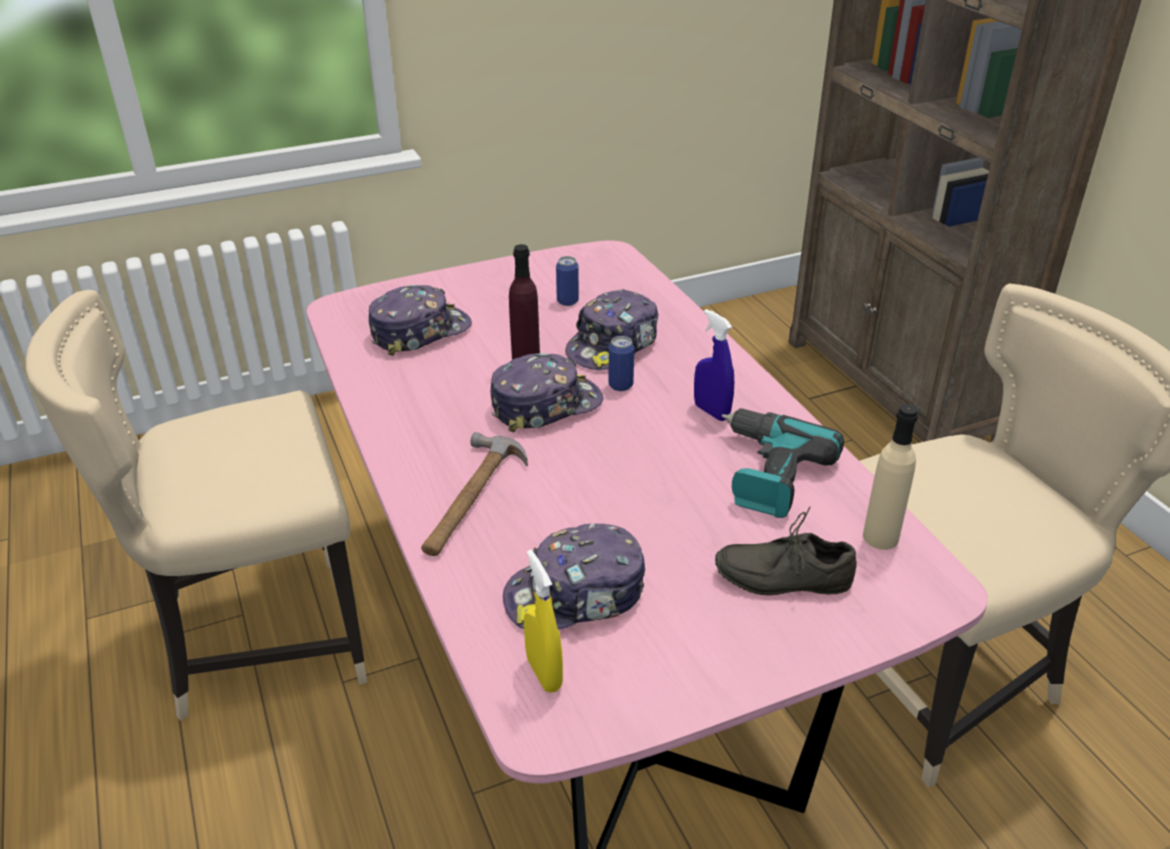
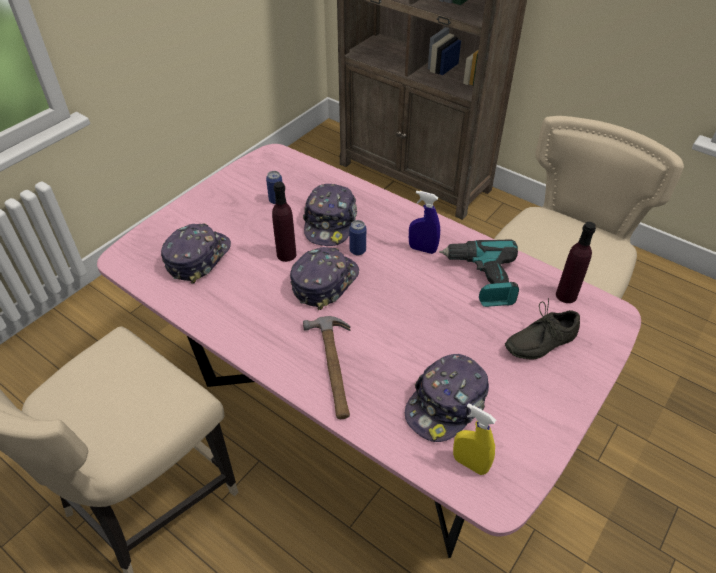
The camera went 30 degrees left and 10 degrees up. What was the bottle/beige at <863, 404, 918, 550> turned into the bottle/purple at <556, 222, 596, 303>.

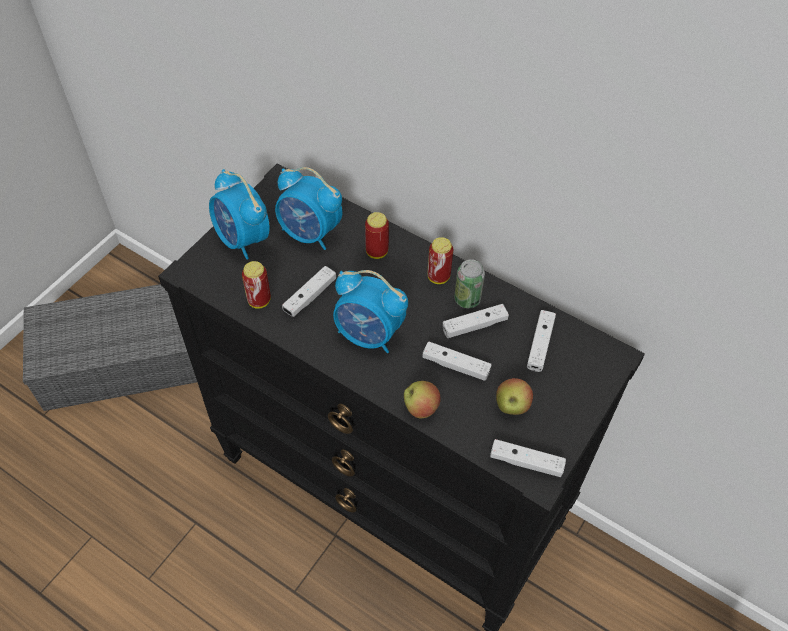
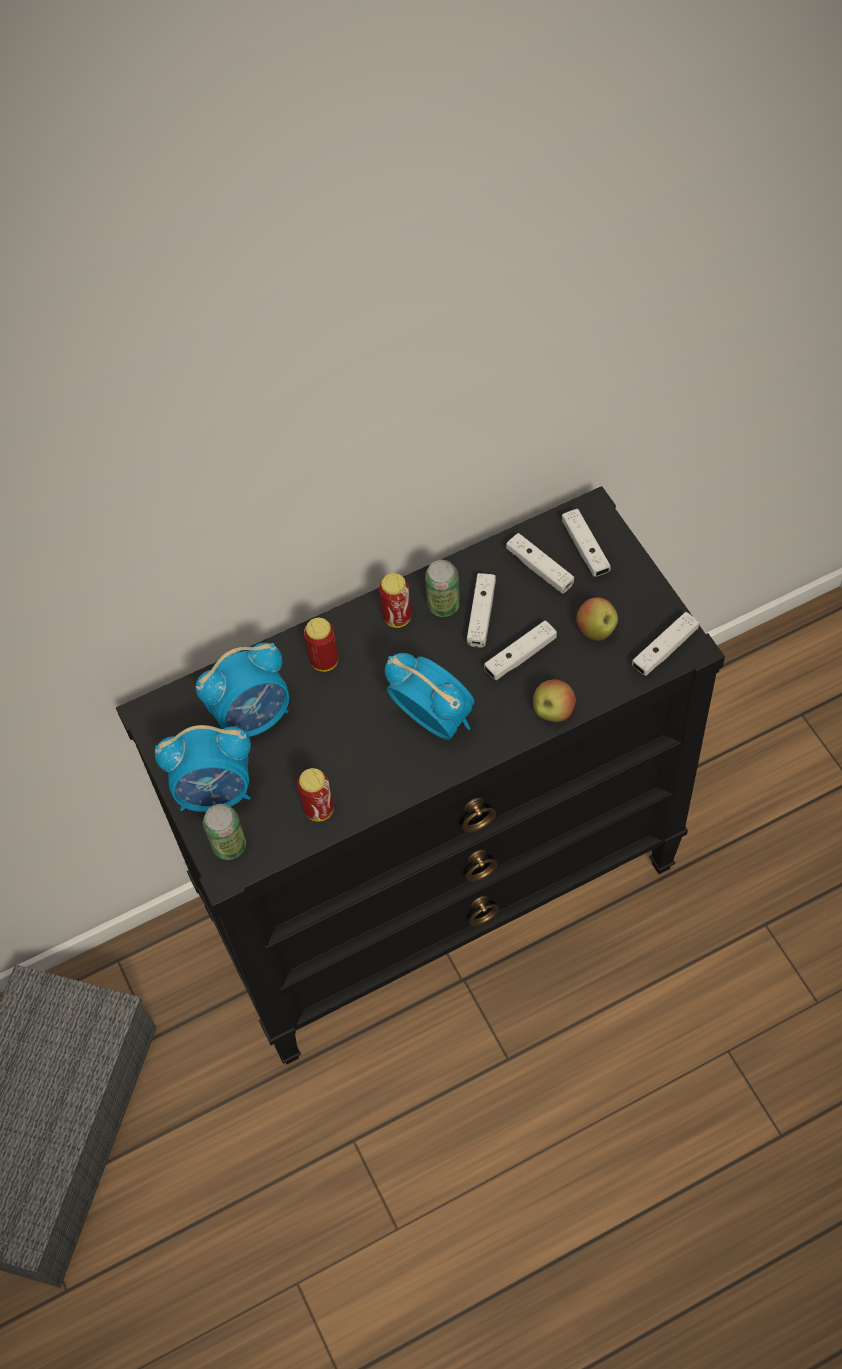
The camera went 55 degrees left and 5 degrees up. The game controller/white ended up elsewhere, having gone from <282, 266, 336, 317> to <562, 509, 611, 577>. The alarm clock at <333, 270, 408, 353> ended up facing another way, 105 degrees counterclockwise from before. The second view gained the can at <203, 804, 246, 860>.

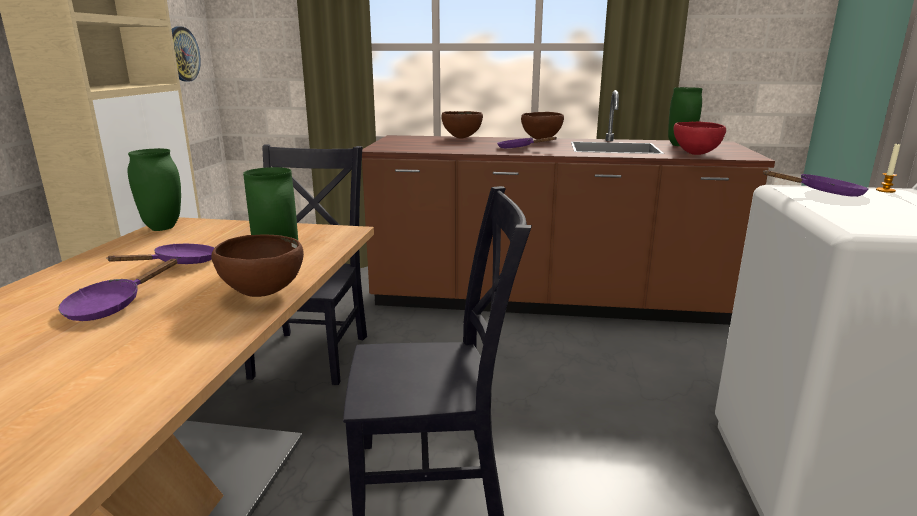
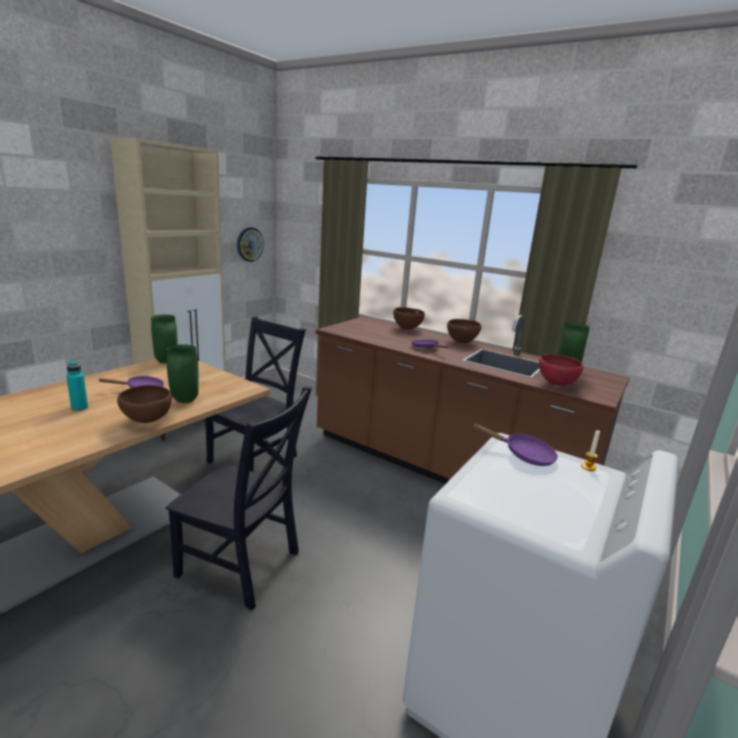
The camera went 25 degrees right and 0 degrees up. Where the frying pan/purple stood at <58, 259, 178, 321>, the bottle/turquoise came to stand at <66, 360, 88, 411>.

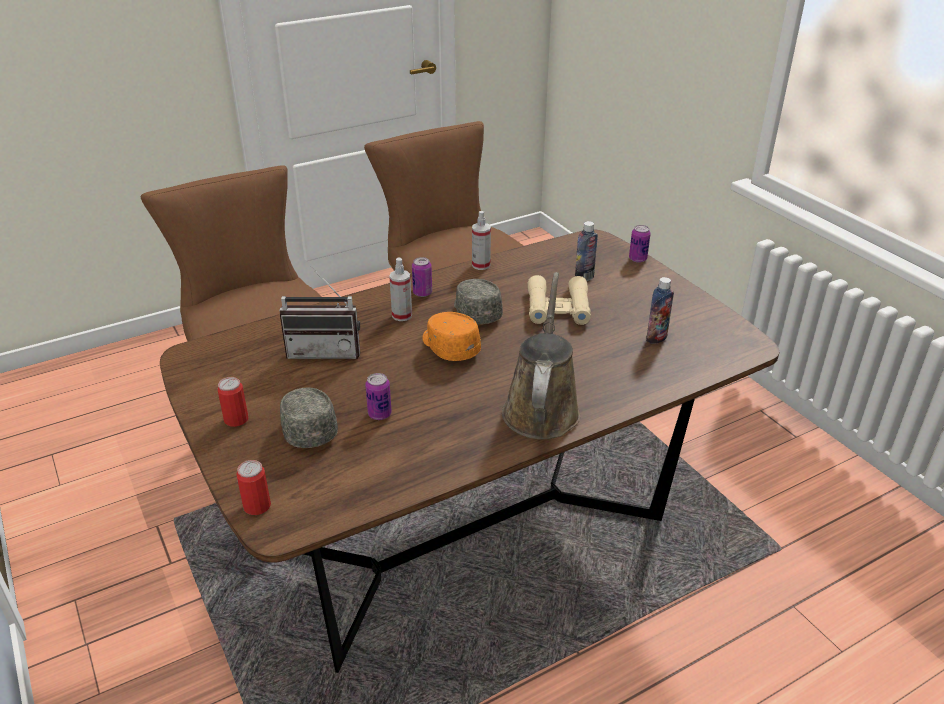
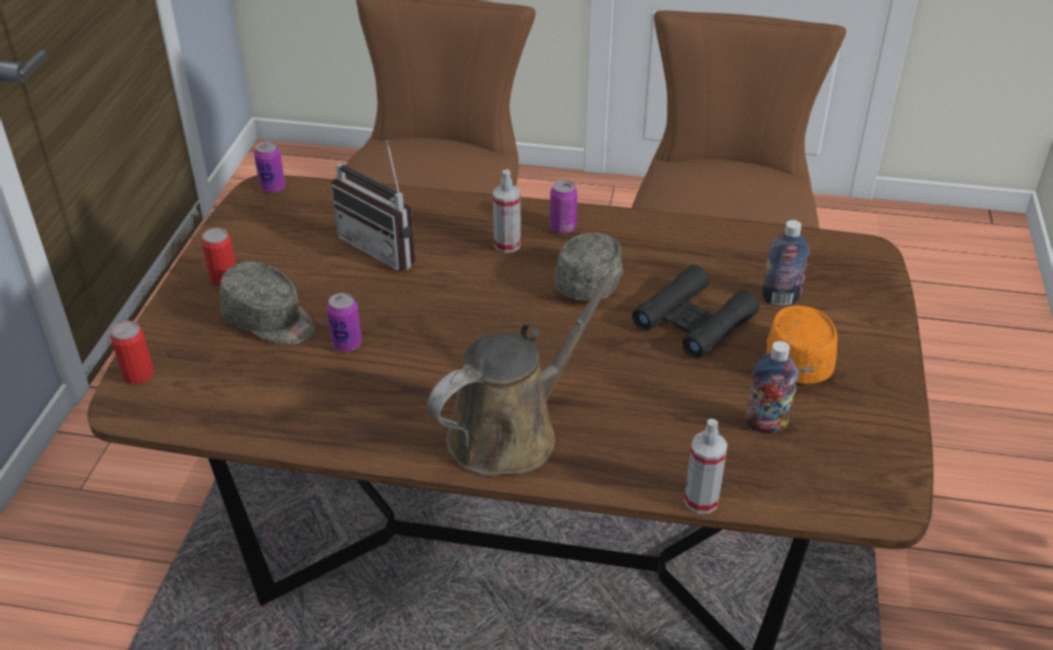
The camera went 40 degrees right and 5 degrees up. The cap/grey at <280, 388, 338, 448> ended up facing another way, 105 degrees clockwise from before. The cap/orange ended up elsewhere, having gone from <423, 312, 481, 361> to <766, 306, 838, 384>. The spray bottle ended up elsewhere, having gone from <472, 211, 491, 270> to <684, 419, 728, 514>. What was the binoculars/beige at <528, 275, 591, 325> turned into the binoculars/black at <632, 265, 760, 359>. The can ended up elsewhere, having gone from <629, 225, 651, 263> to <254, 141, 285, 193>.

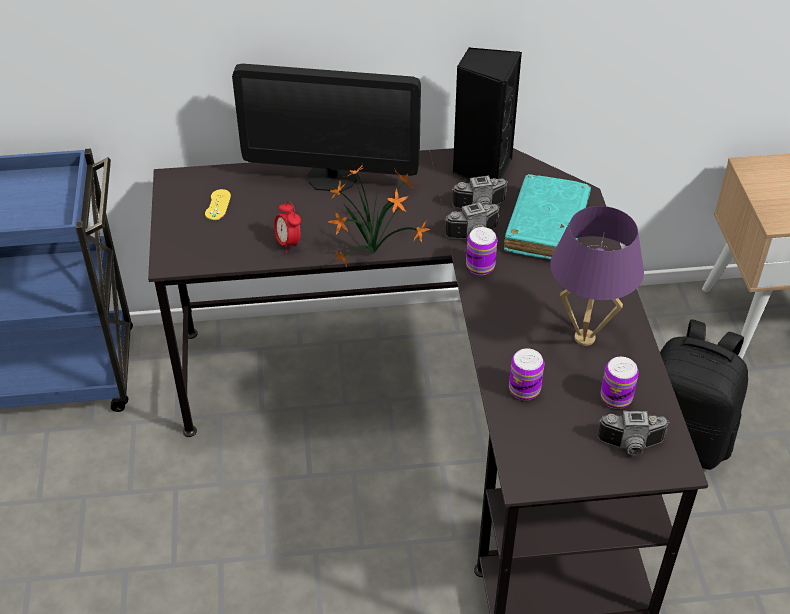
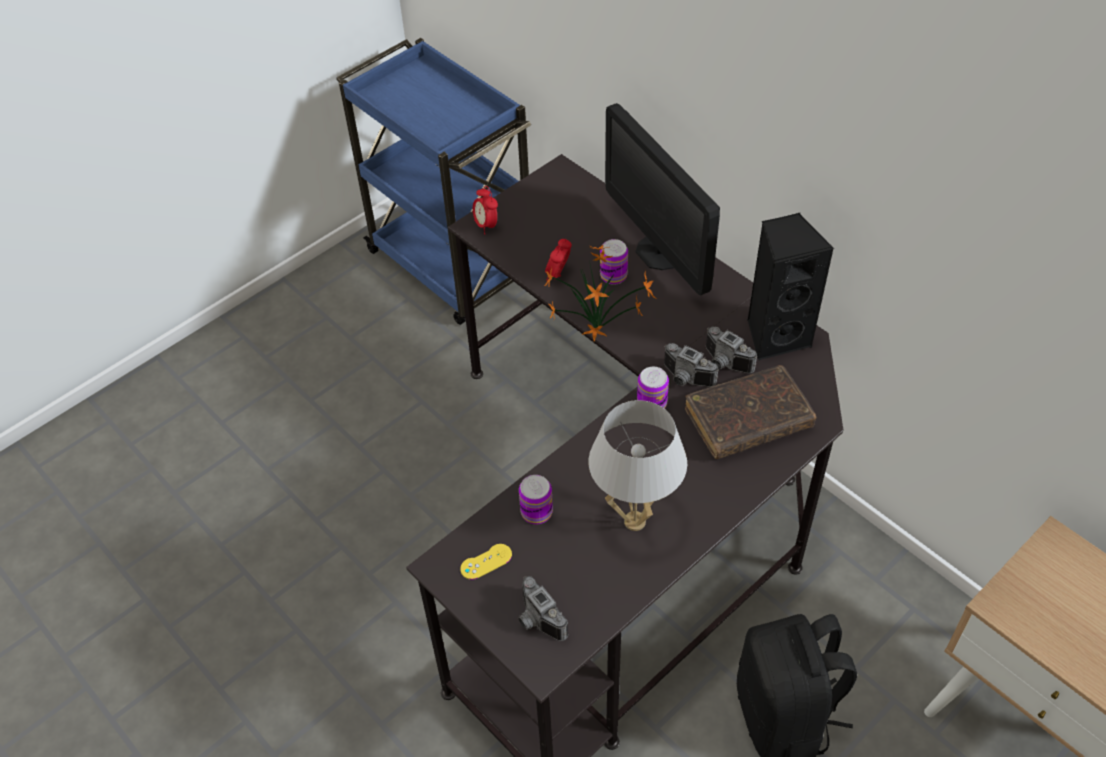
The camera went 55 degrees right and 5 degrees up. The game controller/yellow ended up elsewhere, having gone from <205, 189, 231, 220> to <460, 544, 512, 580>. What was the book/turquoise at <504, 174, 591, 259> turned into the book/brown at <685, 365, 816, 459>. What was the table lamp/purple at <550, 206, 644, 346> turned into the table lamp/white at <589, 400, 687, 531>. The can ended up elsewhere, having gone from <601, 357, 639, 409> to <600, 239, 628, 285>. The second view gained the alarm clock at <473, 186, 498, 235>.

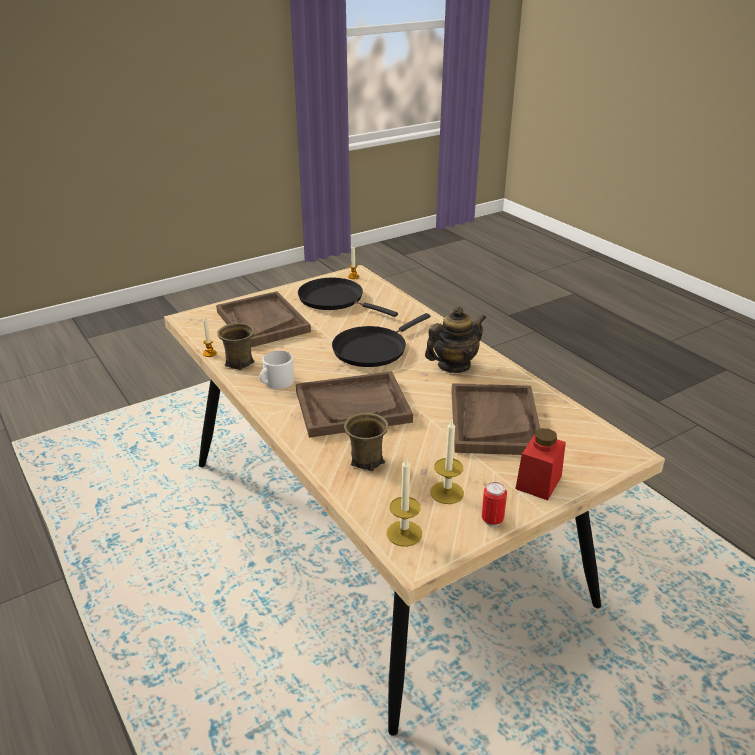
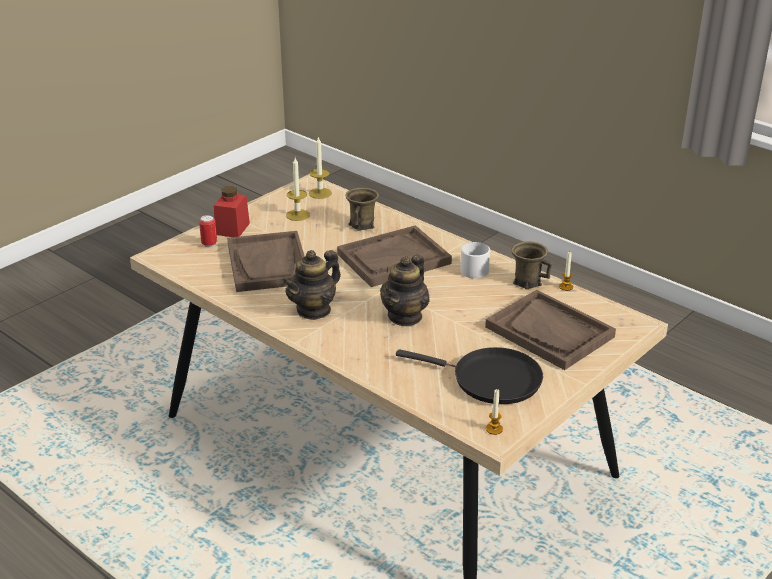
The camera went 165 degrees right and 0 degrees up. Where the frying pan/black stood at <332, 313, 430, 367>, the teapot came to stand at <380, 254, 430, 326>. The can ended up elsewhere, having gone from <481, 482, 507, 527> to <199, 215, 217, 248>.

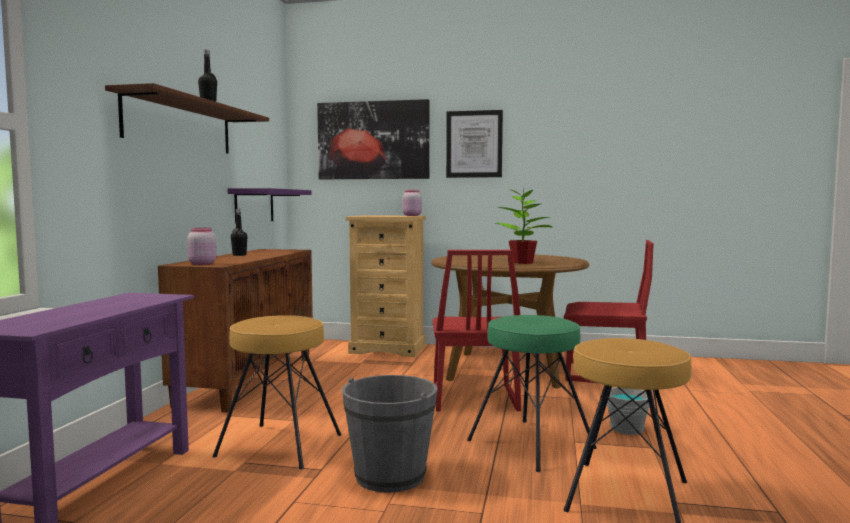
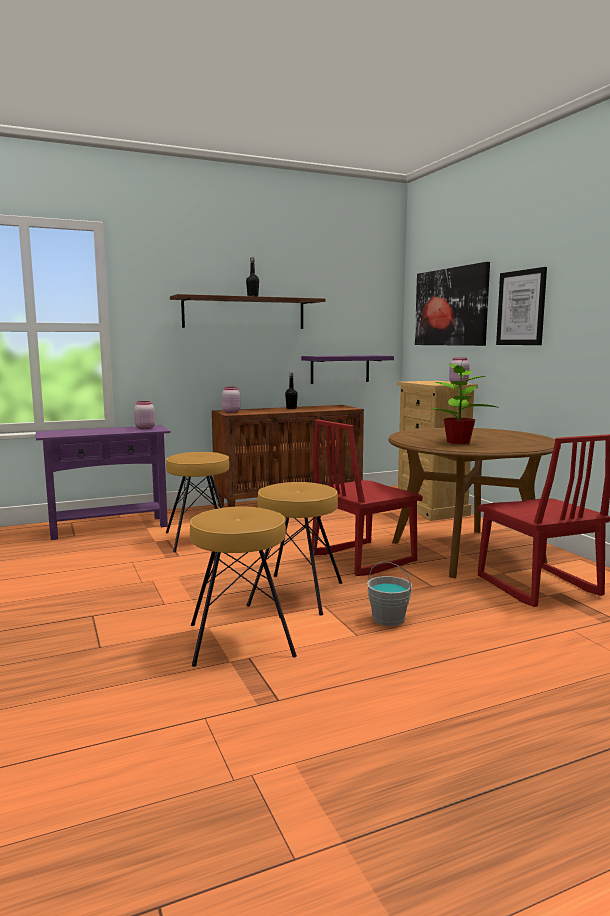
The camera went 55 degrees right and 5 degrees up. The second view lost the bucket/grey at <342, 375, 438, 493>. What was the stool/green at <467, 315, 597, 472> turned into the stool/brown at <246, 482, 342, 616>. The second view gained the jar/pink at <134, 401, 155, 429>.

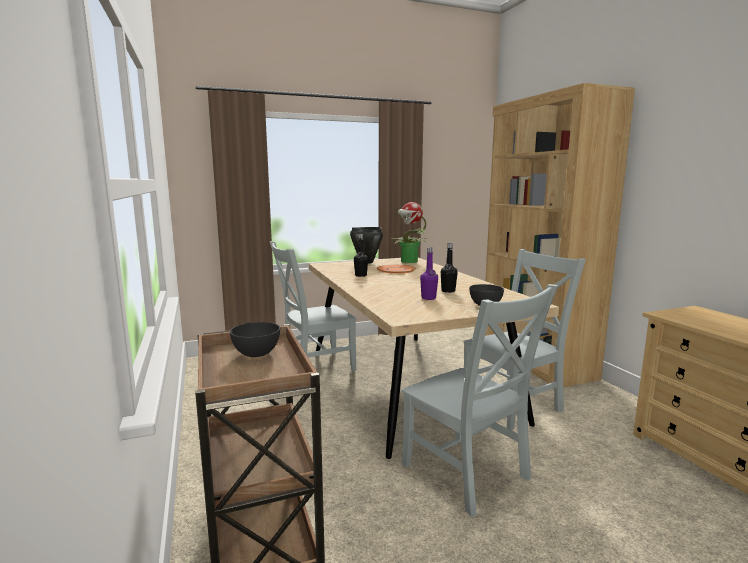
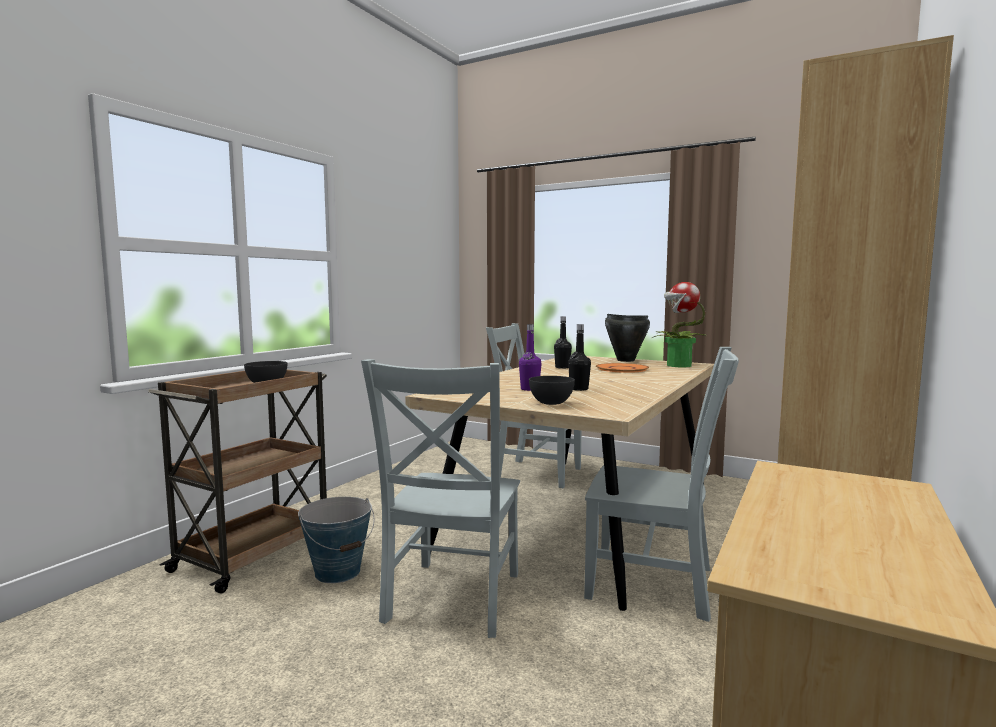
The camera went 50 degrees right and 5 degrees down. The second view gained the bucket at <298, 497, 375, 583>.

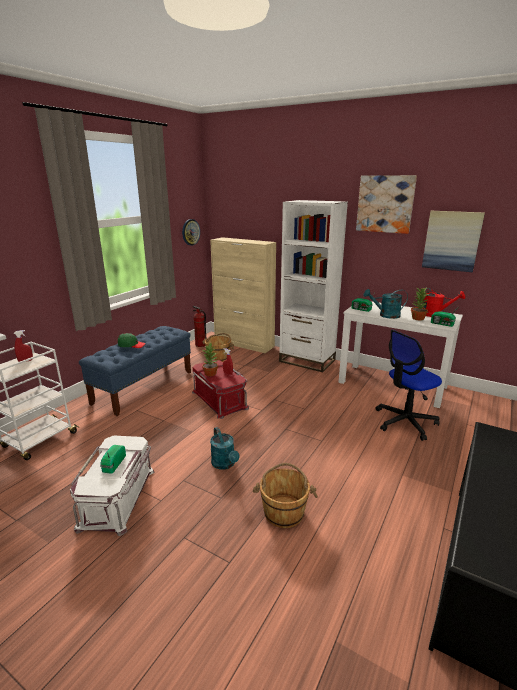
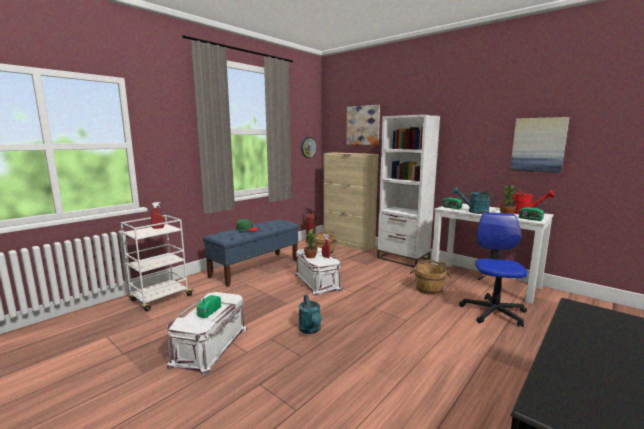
The camera went 10 degrees right and 10 degrees down. What was the storage box/red at <192, 360, 249, 419> turned into the storage box/white at <295, 247, 343, 296>. The bucket/brown ended up elsewhere, having gone from <253, 463, 318, 528> to <410, 260, 452, 295>. The picture ended up elsewhere, having gone from <356, 175, 417, 234> to <346, 105, 380, 145>. The office chair at <376, 330, 442, 441> ended up facing another way, 120 degrees clockwise from before.

